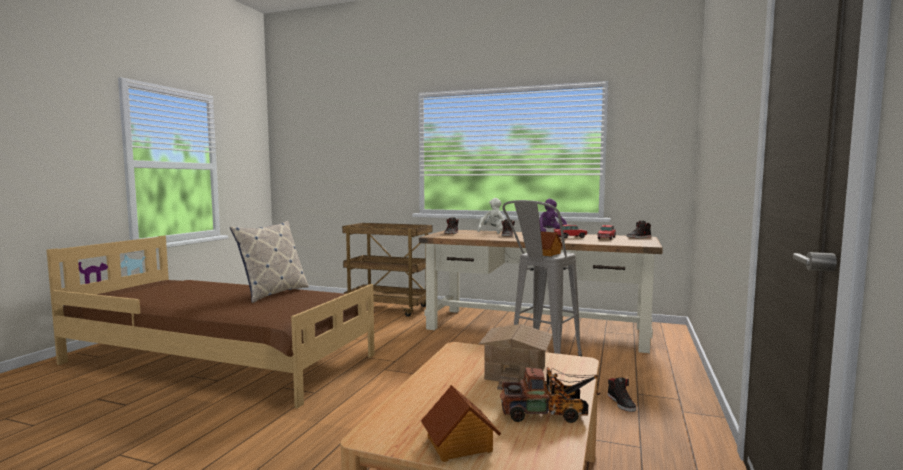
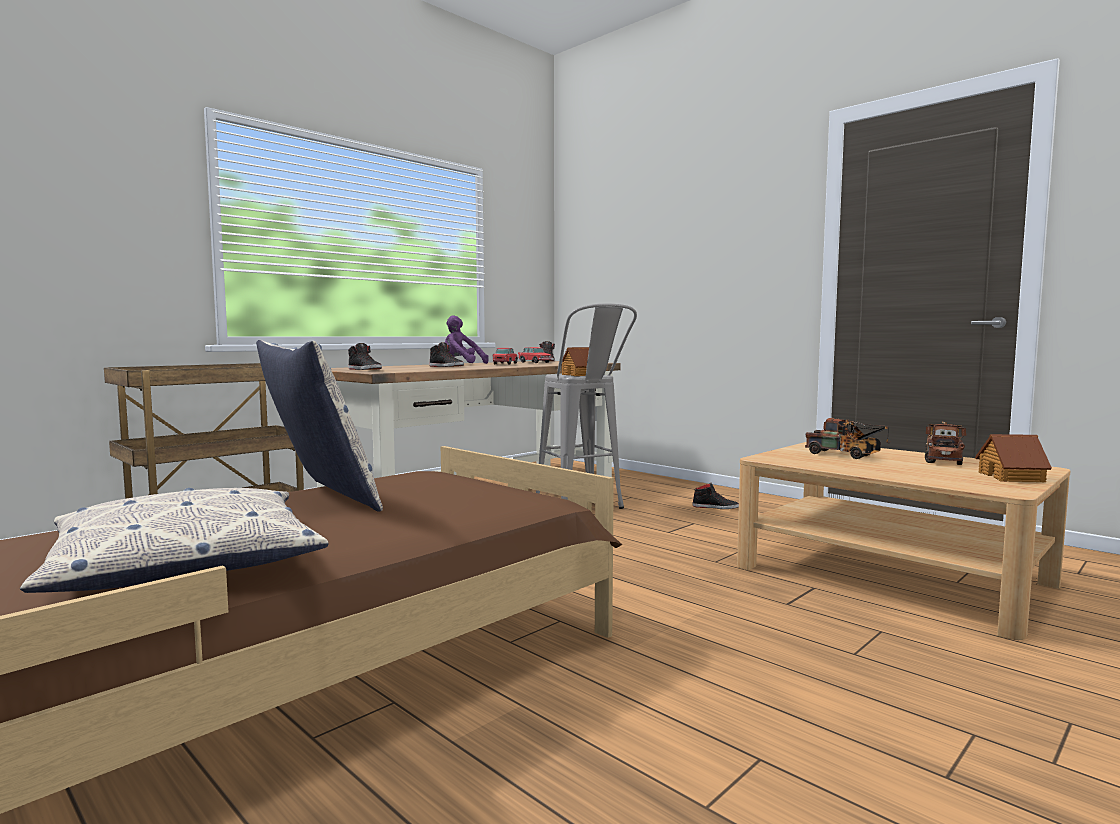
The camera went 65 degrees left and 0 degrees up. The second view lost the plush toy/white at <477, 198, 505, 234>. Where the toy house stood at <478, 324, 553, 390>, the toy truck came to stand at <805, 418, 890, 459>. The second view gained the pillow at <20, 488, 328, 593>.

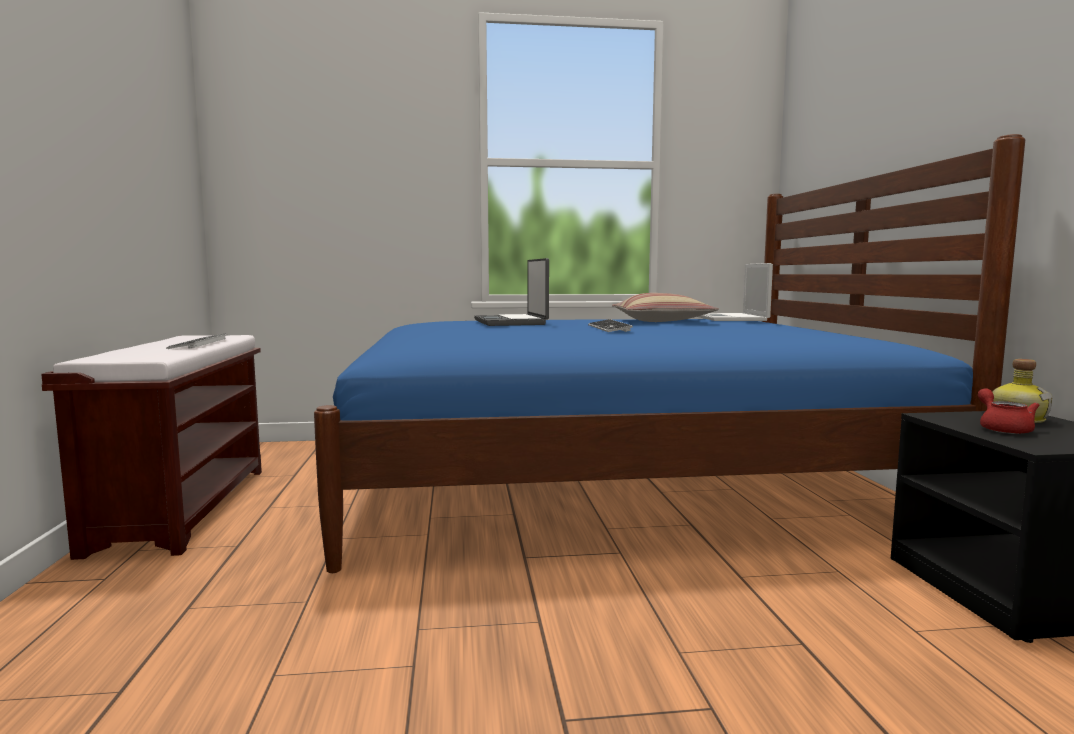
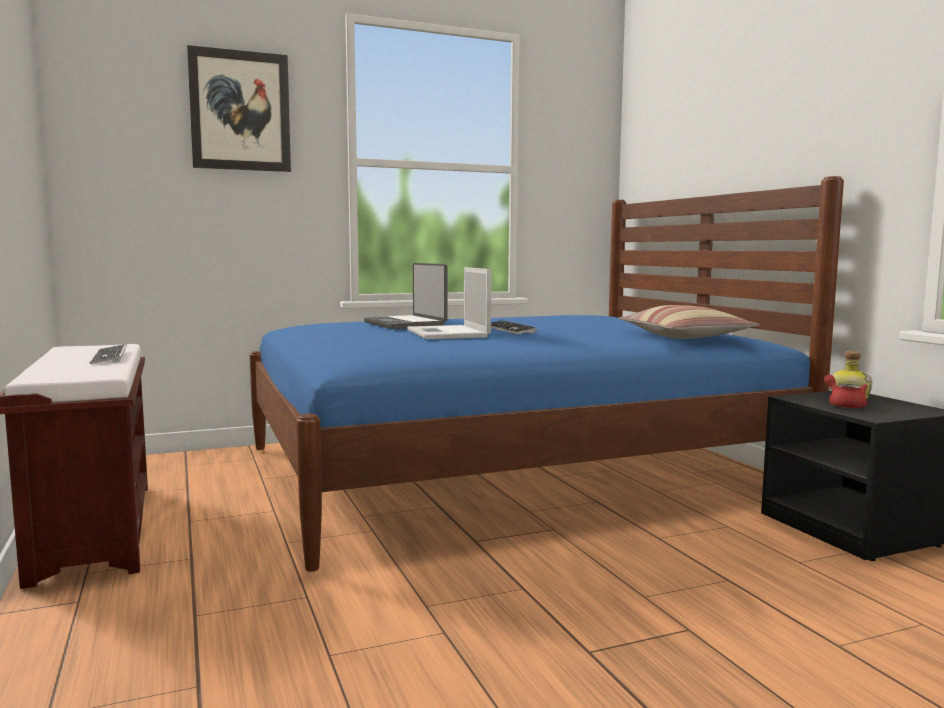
The camera went 15 degrees left and 0 degrees up. The pillow ended up elsewhere, having gone from <612, 293, 719, 322> to <619, 305, 760, 339>. The laptop ended up elsewhere, having gone from <698, 263, 773, 321> to <407, 267, 491, 339>. The second view gained the picture at <187, 45, 291, 172>.

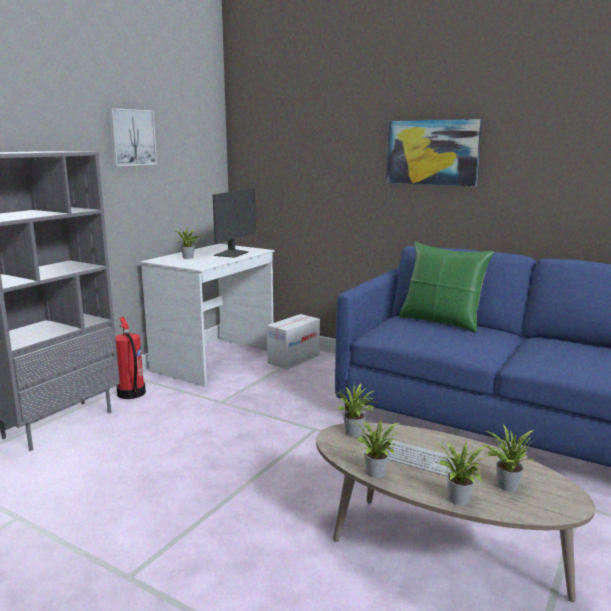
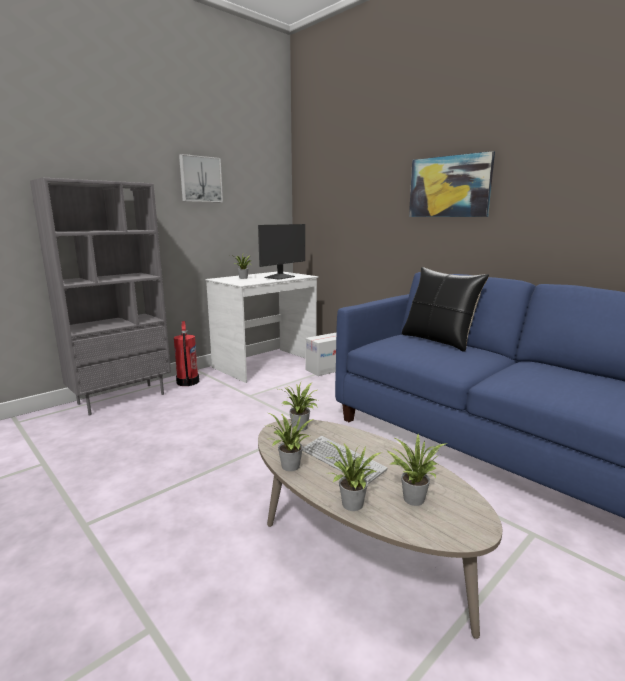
The camera went 15 degrees right and 0 degrees up. What was the pillow/green at <399, 242, 494, 332> turned into the pillow/black at <402, 267, 489, 352>.

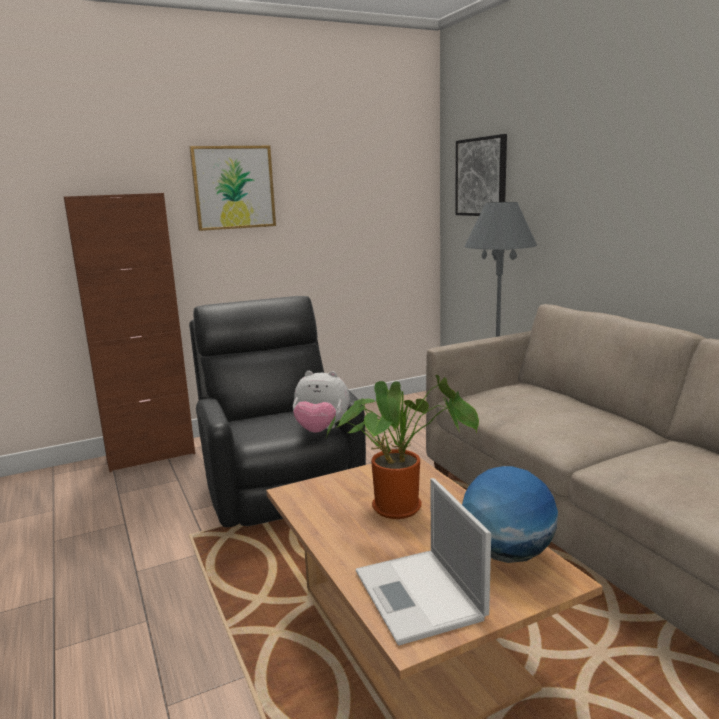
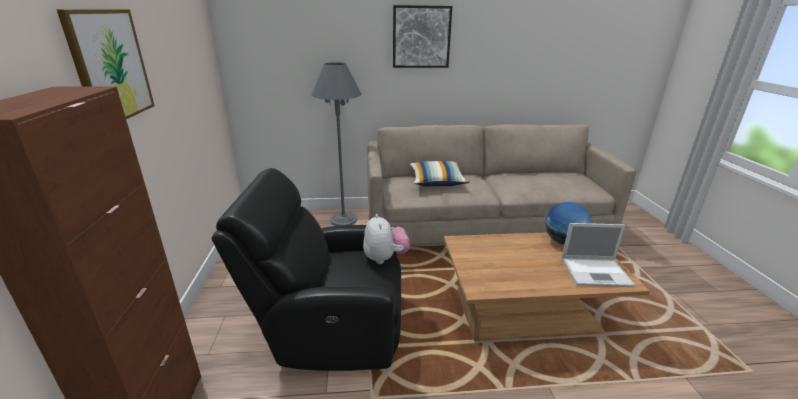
The camera went 70 degrees left and 10 degrees up. The plush toy at <293, 371, 350, 433> ended up facing another way, 45 degrees counterclockwise from before. The second view lost the potted plant at <327, 375, 479, 519>. The picture ended up elsewhere, having gone from <455, 134, 507, 216> to <393, 5, 452, 68>. The second view gained the pillow at <410, 161, 470, 186>.

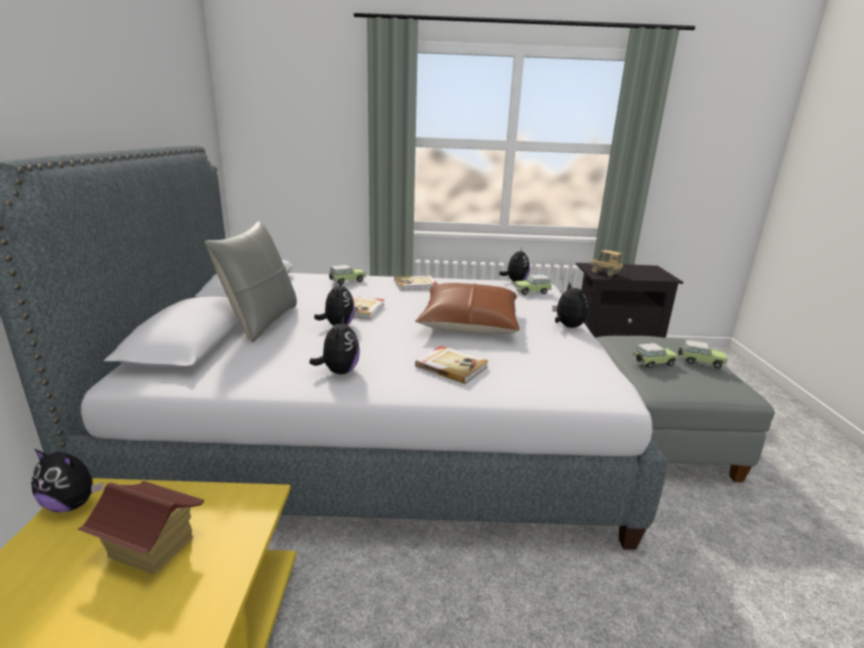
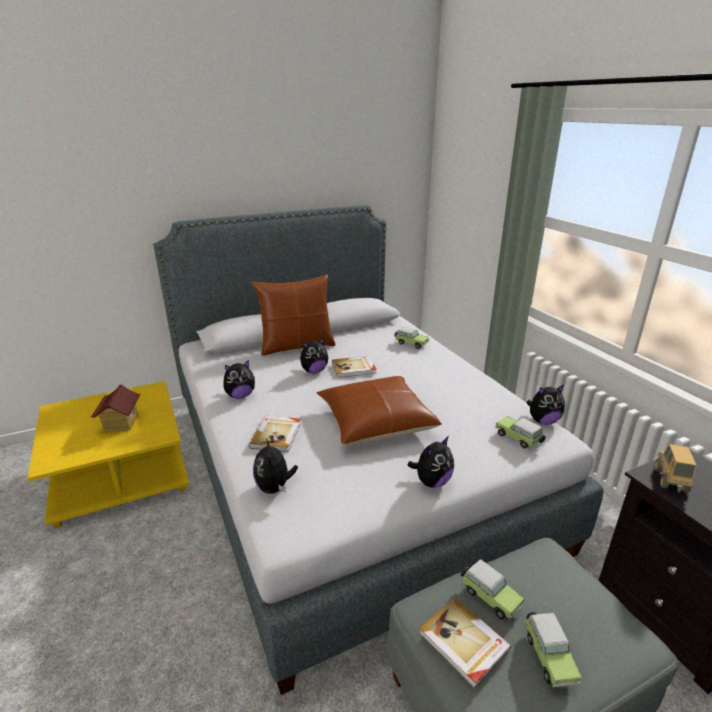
The camera went 65 degrees right and 5 degrees up. The plush toy ended up elsewhere, having gone from <31, 449, 104, 513> to <253, 438, 298, 494>. What was the pillow/grey at <205, 221, 297, 342> turned into the pillow/brown at <252, 275, 336, 356>. The book ended up elsewhere, having gone from <394, 275, 438, 290> to <419, 598, 511, 688>.

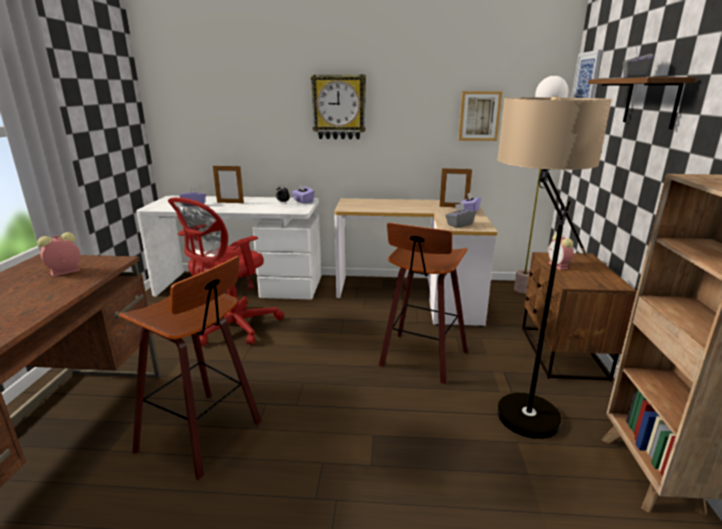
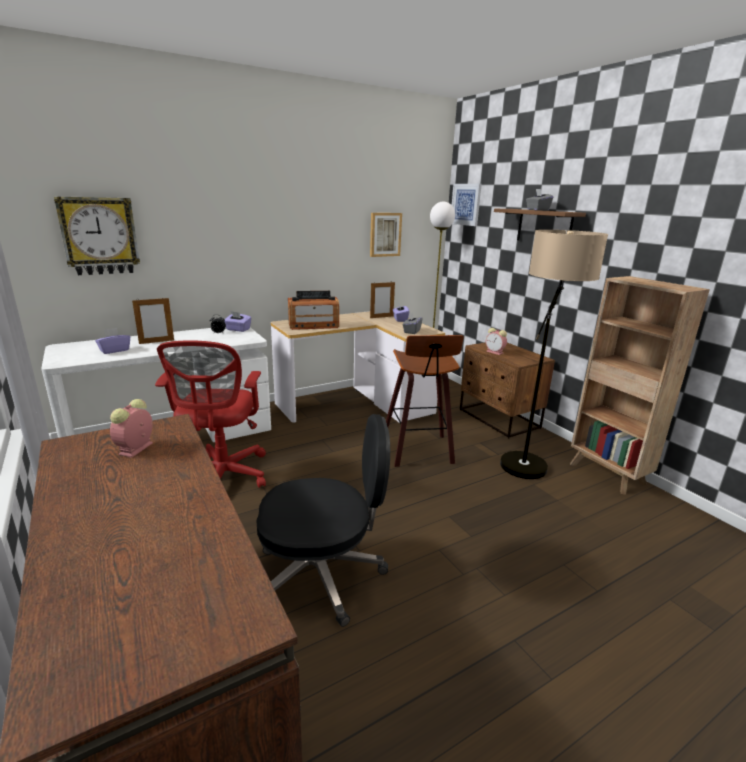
The camera went 35 degrees left and 0 degrees up. Where the stool stood at <119, 256, 262, 480>, the office chair/black came to stand at <256, 414, 390, 627>. The wall clock ended up elsewhere, having gone from <311, 75, 366, 139> to <54, 196, 140, 275>. The second view gained the radio at <288, 291, 339, 330>.

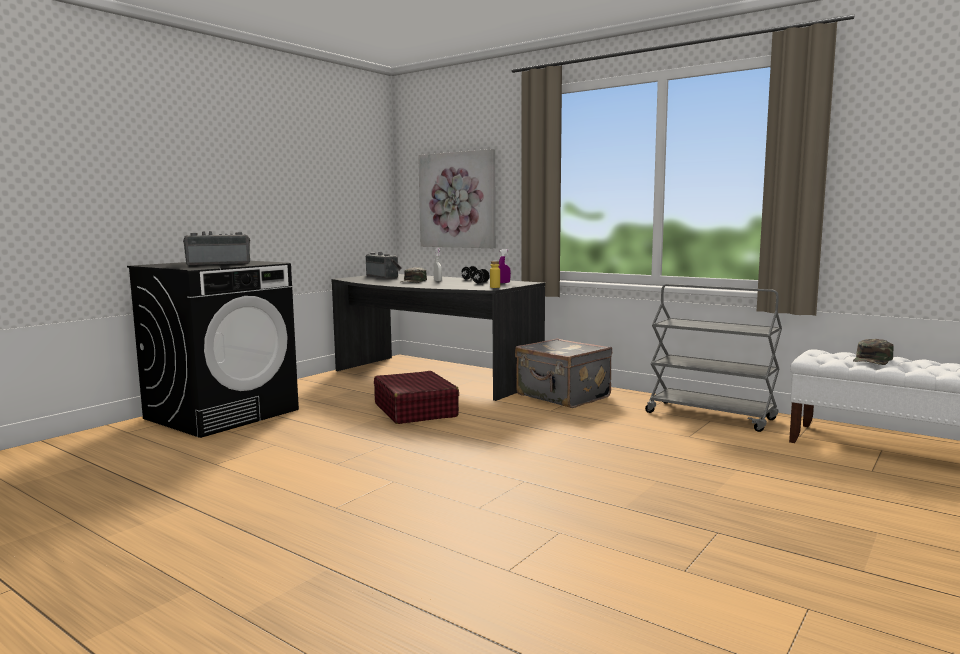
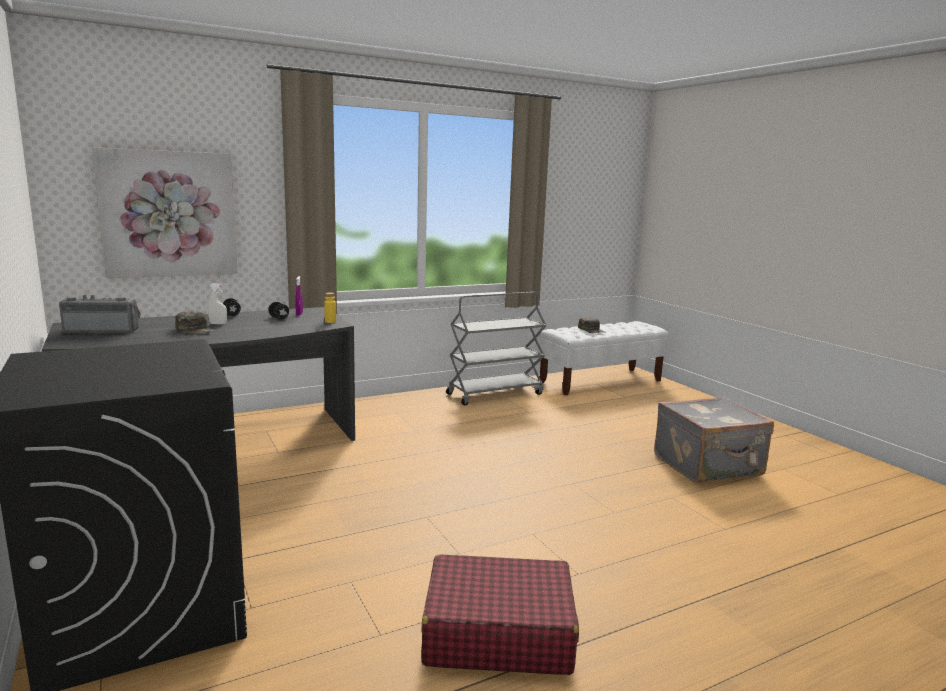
The camera went 65 degrees left and 5 degrees up. The second view lost the radio at <183, 231, 250, 266>. The suitcase/red ended up elsewhere, having gone from <374, 371, 459, 424> to <421, 554, 579, 675>. The suitcase/grey ended up elsewhere, having gone from <515, 338, 612, 408> to <654, 396, 774, 483>.

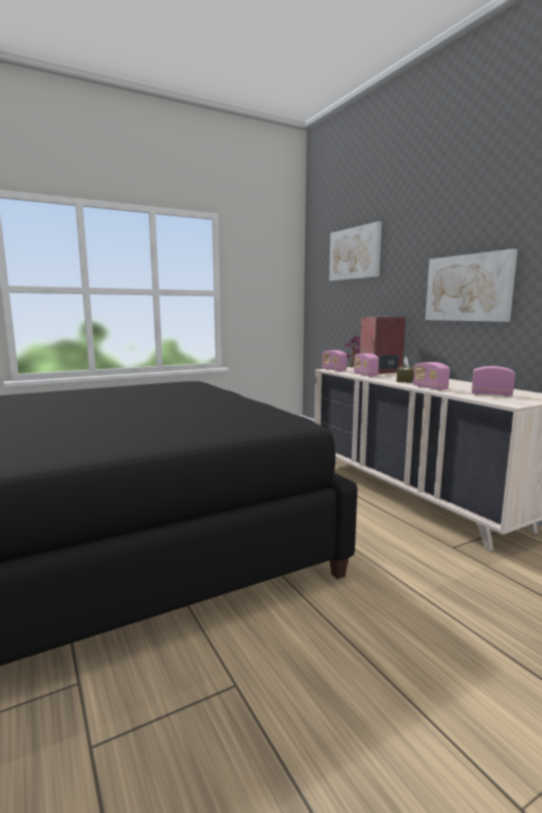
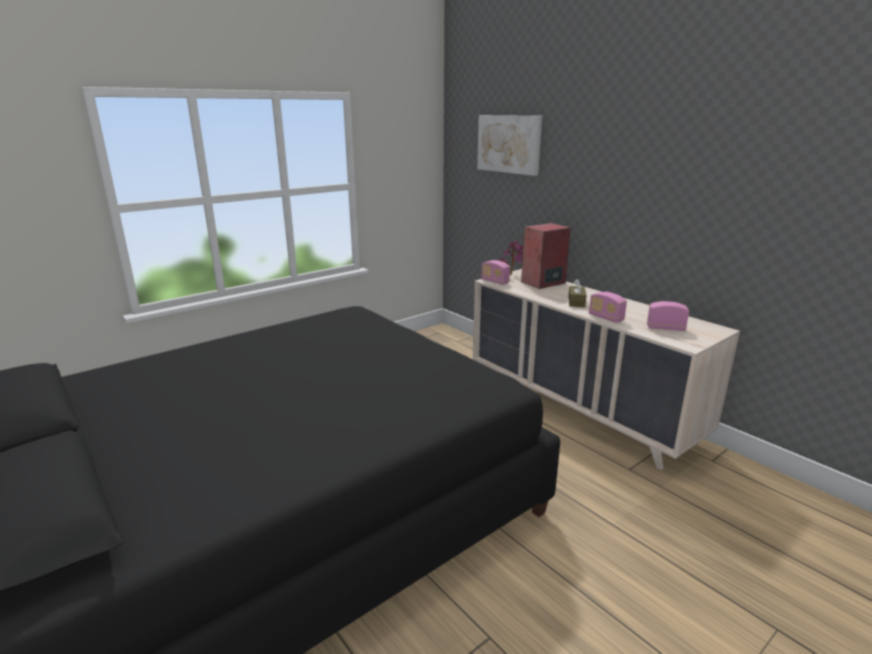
The camera went 10 degrees left and 10 degrees up. The second view lost the radio at <354, 353, 379, 377>. The second view lost the picture at <425, 249, 518, 322>.

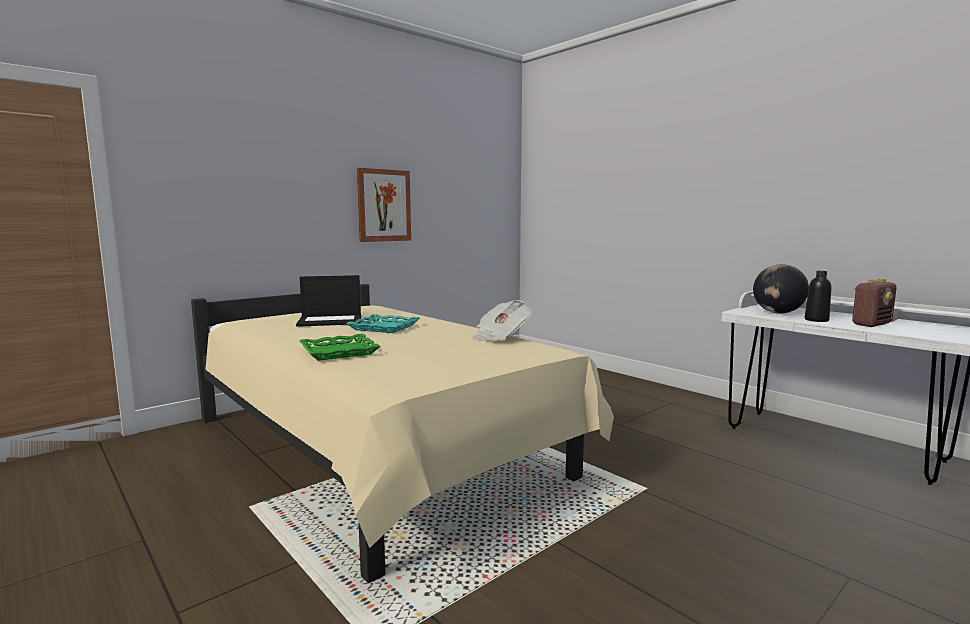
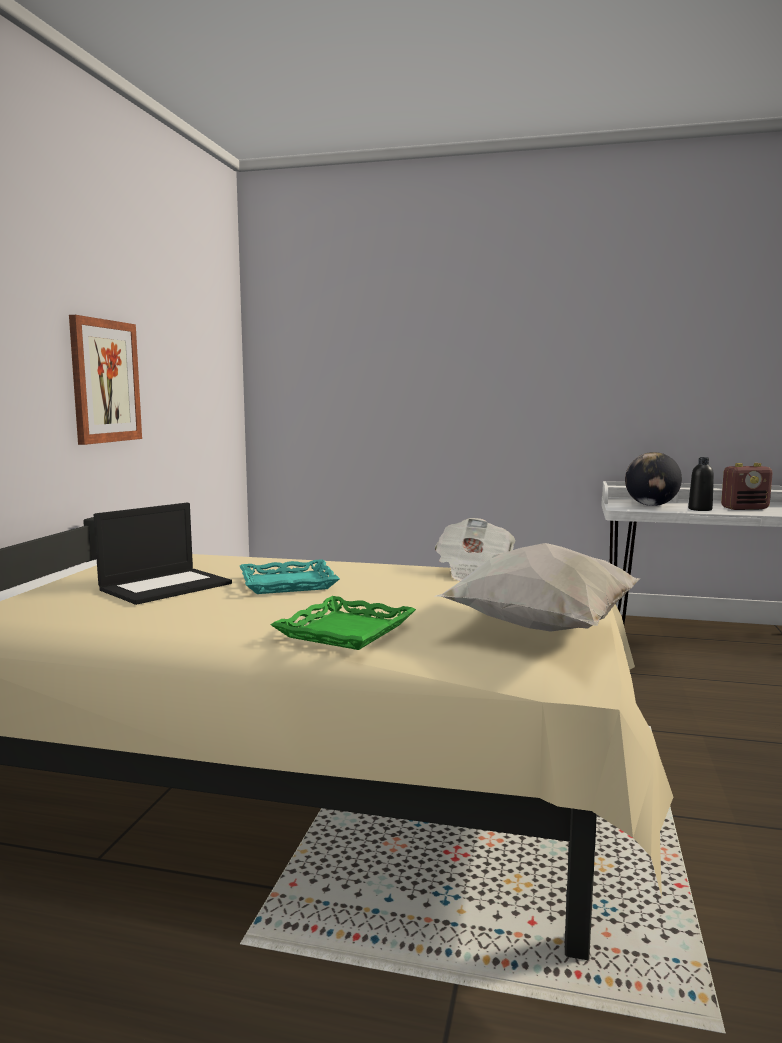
The camera went 35 degrees left and 0 degrees up. The radio at <852, 278, 897, 327> ended up facing another way, 60 degrees clockwise from before. The second view gained the pillow/white at <436, 543, 640, 632>.

